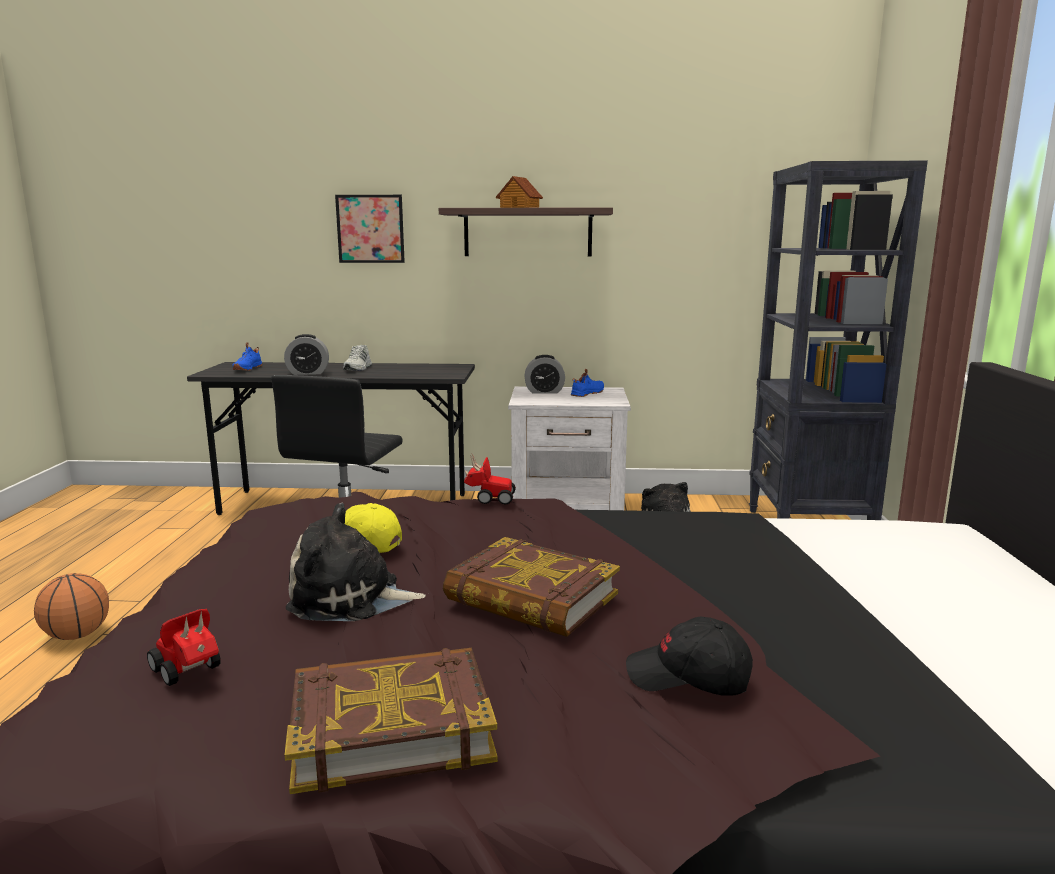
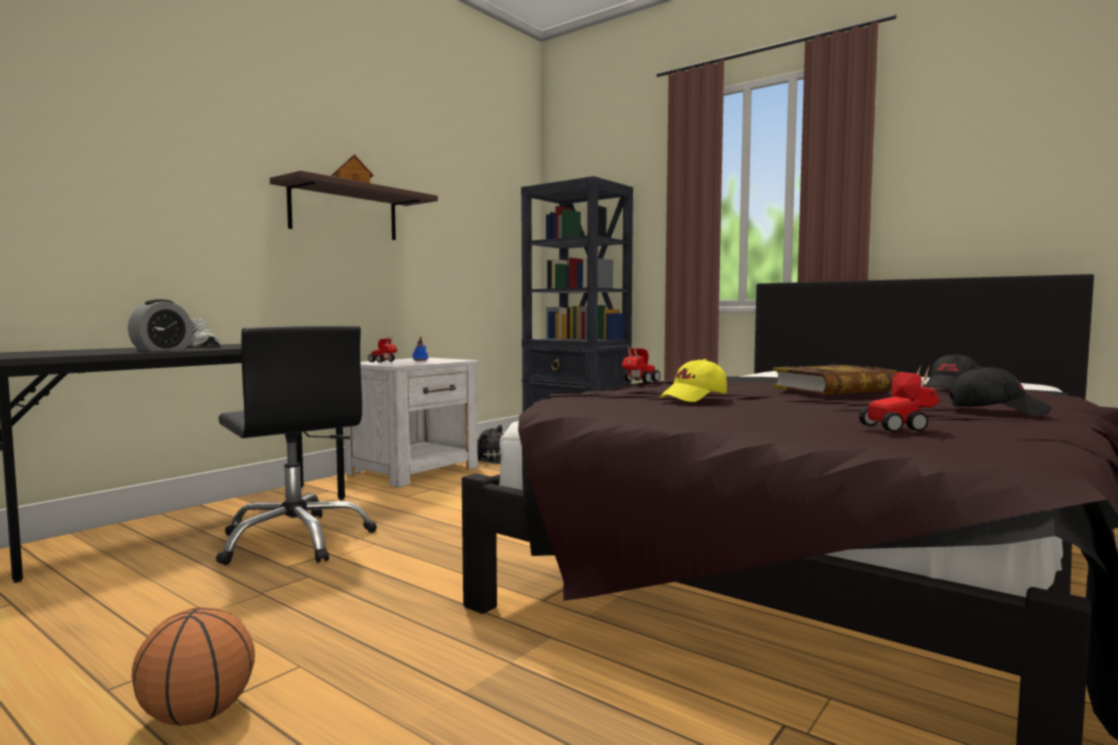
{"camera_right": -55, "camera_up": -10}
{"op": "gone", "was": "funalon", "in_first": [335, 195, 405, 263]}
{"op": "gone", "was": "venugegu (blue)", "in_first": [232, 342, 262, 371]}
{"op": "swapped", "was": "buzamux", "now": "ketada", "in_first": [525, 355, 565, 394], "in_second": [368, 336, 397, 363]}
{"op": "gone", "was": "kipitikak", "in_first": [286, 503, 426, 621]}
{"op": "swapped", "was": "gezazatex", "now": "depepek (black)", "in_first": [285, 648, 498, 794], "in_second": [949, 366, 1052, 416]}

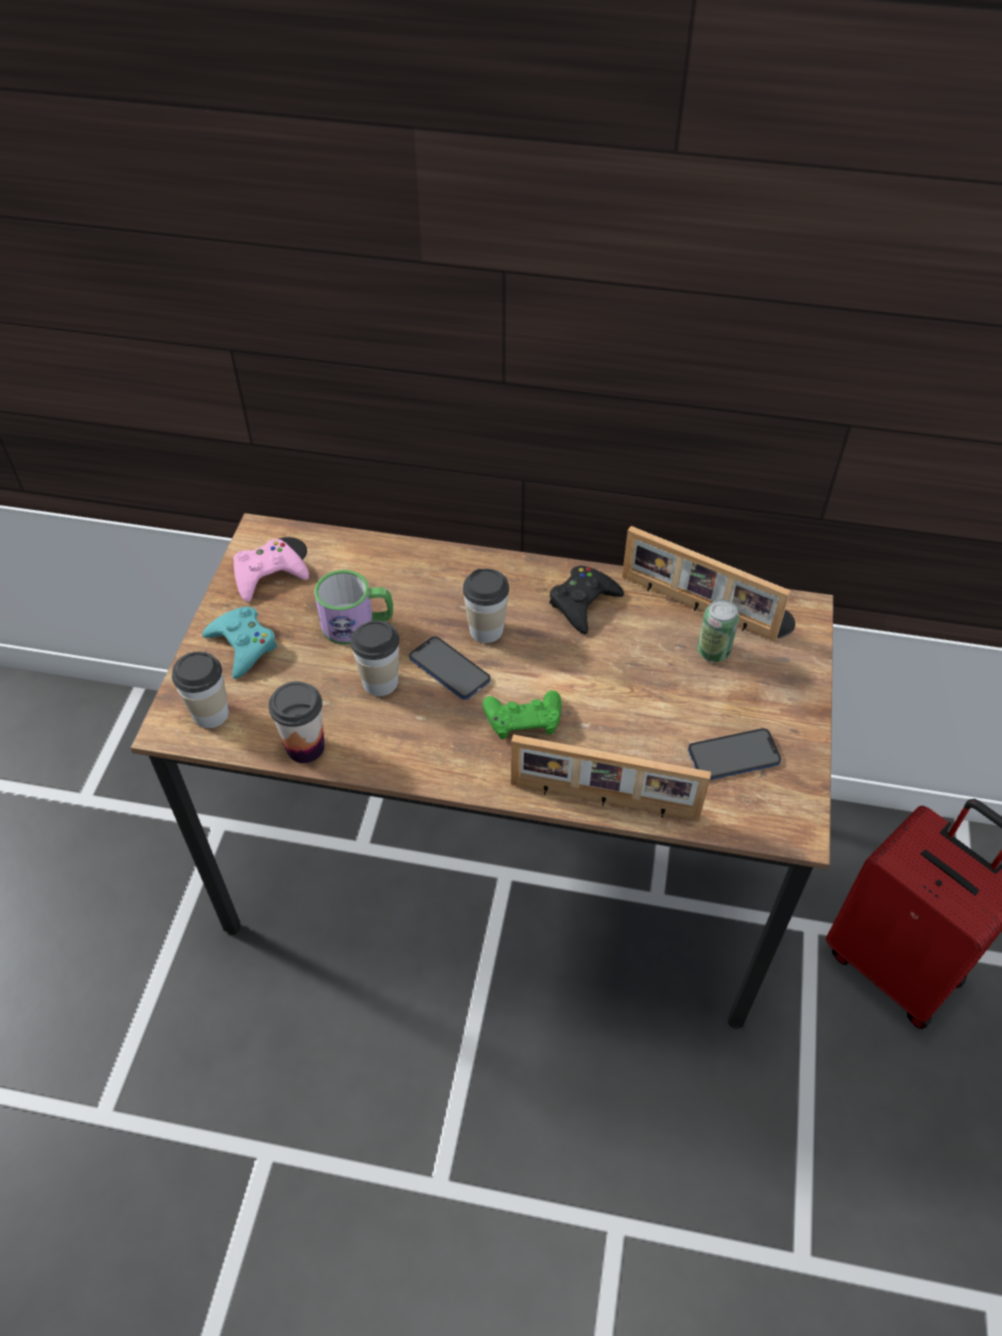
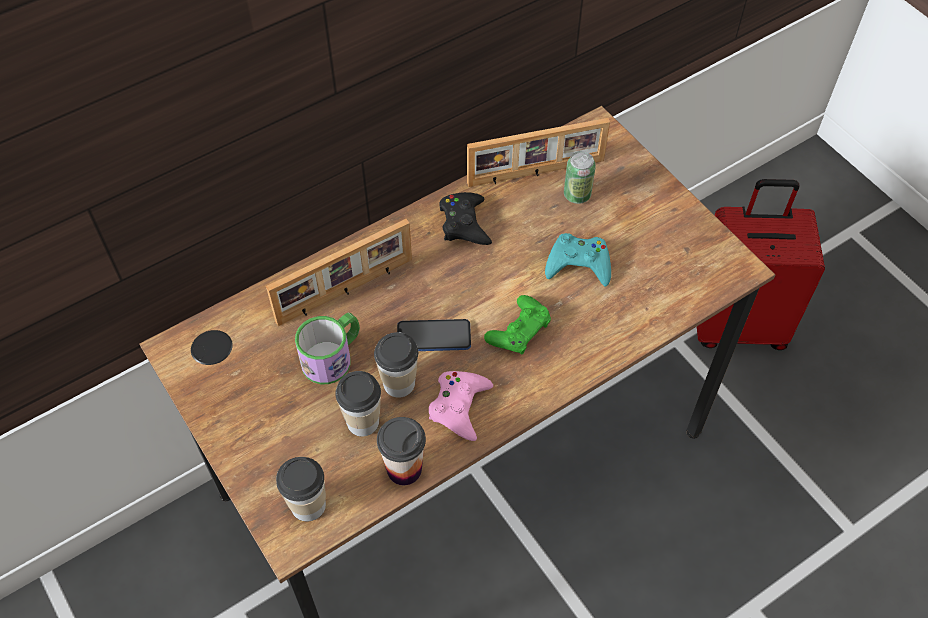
{"camera_right": -45, "camera_up": 5}
{"op": "shifted", "was": "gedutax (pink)", "in_first": [233, 539, 309, 602], "in_second": [429, 371, 493, 441]}
{"op": "shifted", "was": "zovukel", "in_first": [463, 569, 509, 643], "in_second": [335, 371, 381, 437]}
{"op": "shifted", "was": "gedutax (turquoise)", "in_first": [202, 607, 277, 679], "in_second": [545, 233, 611, 287]}
{"op": "gone", "was": "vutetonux", "in_first": [688, 728, 781, 780]}
{"op": "shifted", "was": "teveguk", "in_first": [511, 734, 711, 821], "in_second": [266, 219, 412, 326]}

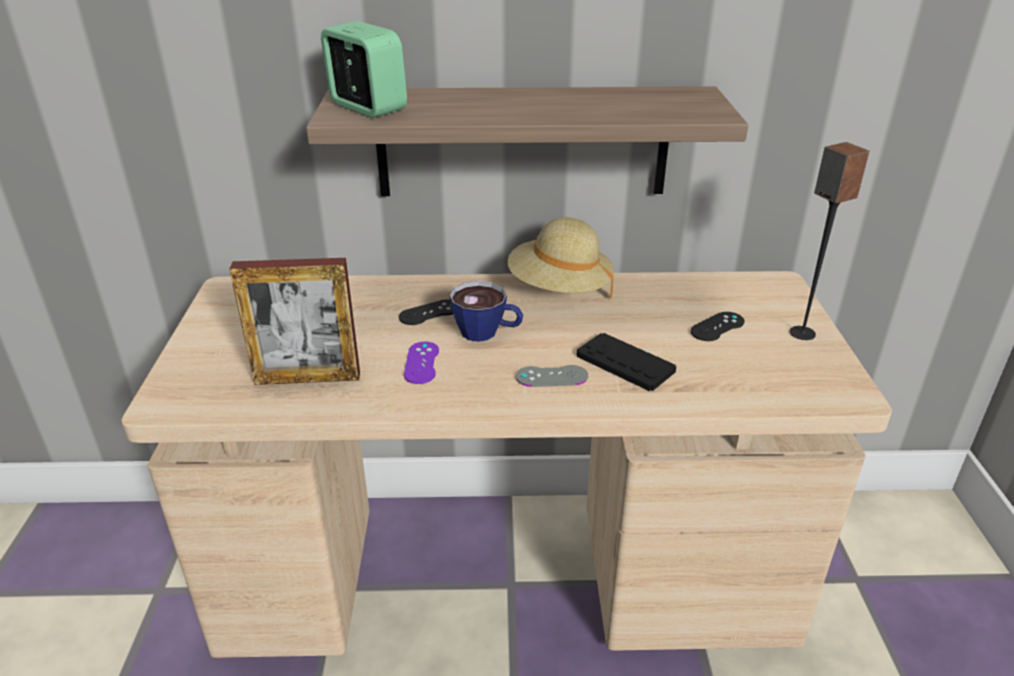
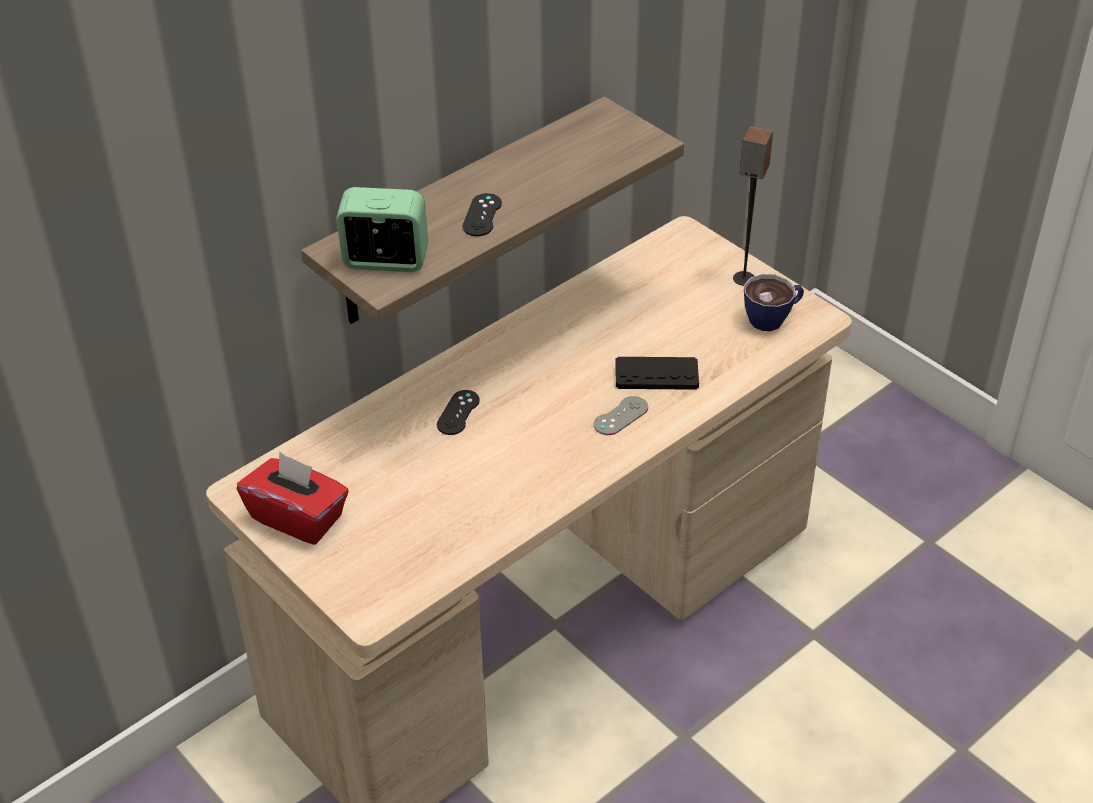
{"camera_right": -40, "camera_up": 10}
{"op": "gone", "was": "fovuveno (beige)", "in_first": [508, 217, 614, 298]}
{"op": "gone", "was": "teveguk", "in_first": [229, 258, 360, 385]}
{"op": "shifted", "was": "zovukel", "in_first": [450, 281, 523, 342], "in_second": [744, 274, 804, 331]}
{"op": "shifted", "was": "gedutax (black)", "in_first": [690, 312, 745, 341], "in_second": [462, 193, 502, 236]}
{"op": "gone", "was": "gedutax (purple)", "in_first": [404, 342, 439, 384]}
{"op": "new", "now": "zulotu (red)", "in_second": [237, 451, 349, 545]}

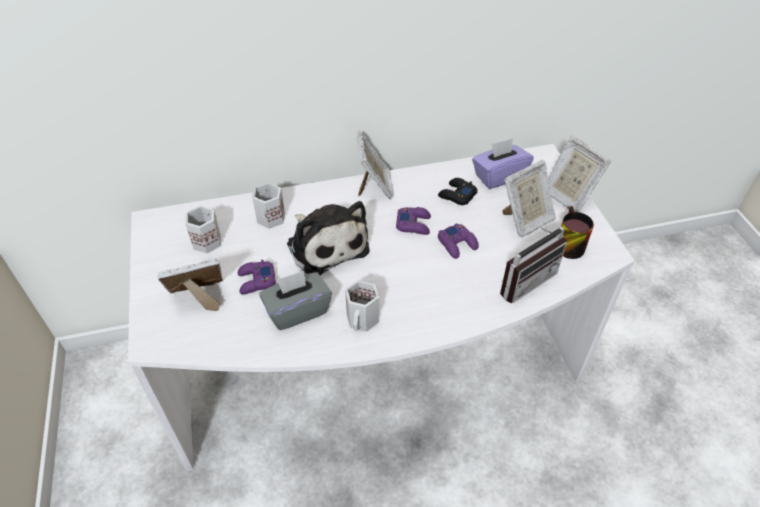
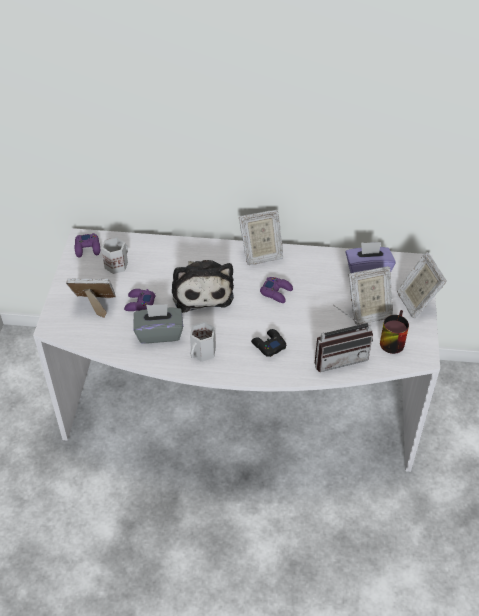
{"camera_right": 20, "camera_up": 0}
{"op": "rotated", "was": "teveguk", "in_first": [357, 131, 394, 199], "in_second": [239, 210, 283, 265], "clockwise": 60}
{"op": "shifted", "was": "gedutax (black)", "in_first": [438, 178, 478, 205], "in_second": [251, 329, 286, 357]}
{"op": "gone", "was": "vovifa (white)", "in_first": [252, 183, 285, 229]}
{"op": "shifted", "was": "gedutax (purple)", "in_first": [438, 223, 479, 259], "in_second": [74, 233, 100, 258]}

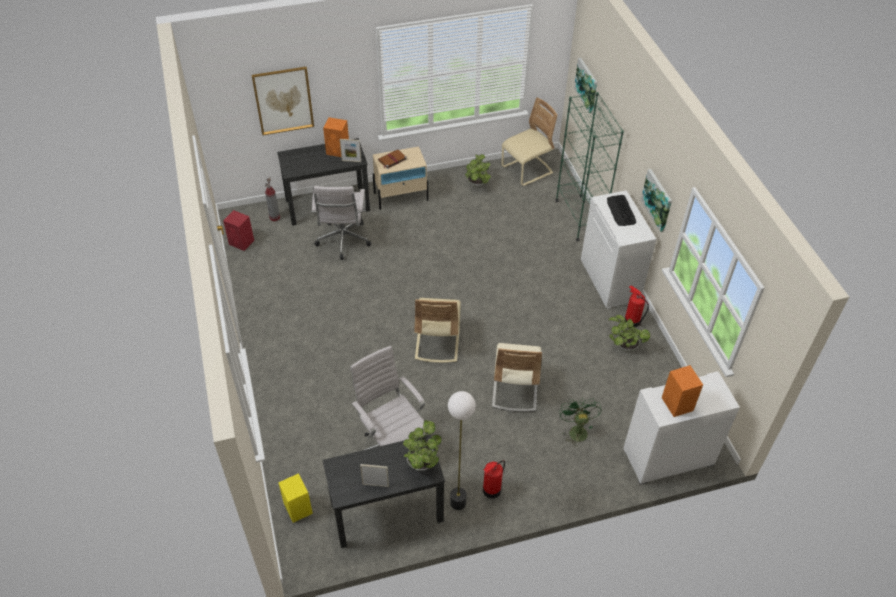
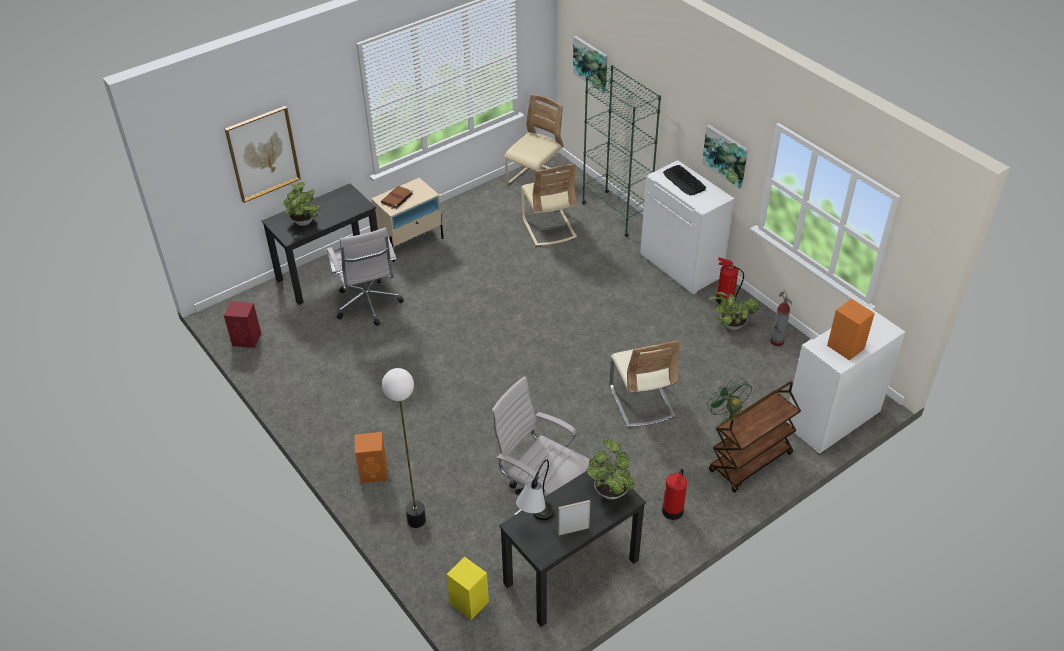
{"camera_right": -20, "camera_up": -5}
{"op": "shifted", "was": "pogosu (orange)", "in_first": [323, 117, 349, 157], "in_second": [355, 432, 387, 483]}
{"op": "gone", "was": "teveguk", "in_first": [340, 139, 361, 162]}
{"op": "shifted", "was": "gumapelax", "in_first": [465, 154, 491, 187], "in_second": [284, 182, 320, 226]}
{"op": "shifted", "was": "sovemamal", "in_first": [265, 177, 280, 221], "in_second": [770, 290, 792, 346]}
{"op": "shifted", "was": "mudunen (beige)", "in_first": [414, 298, 461, 363], "in_second": [521, 163, 577, 246]}
{"op": "shifted", "was": "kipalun", "in_first": [448, 391, 476, 510], "in_second": [382, 368, 426, 528]}
{"op": "new", "now": "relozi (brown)", "in_second": [709, 381, 801, 493]}
{"op": "new", "now": "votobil", "in_second": [516, 459, 554, 520]}

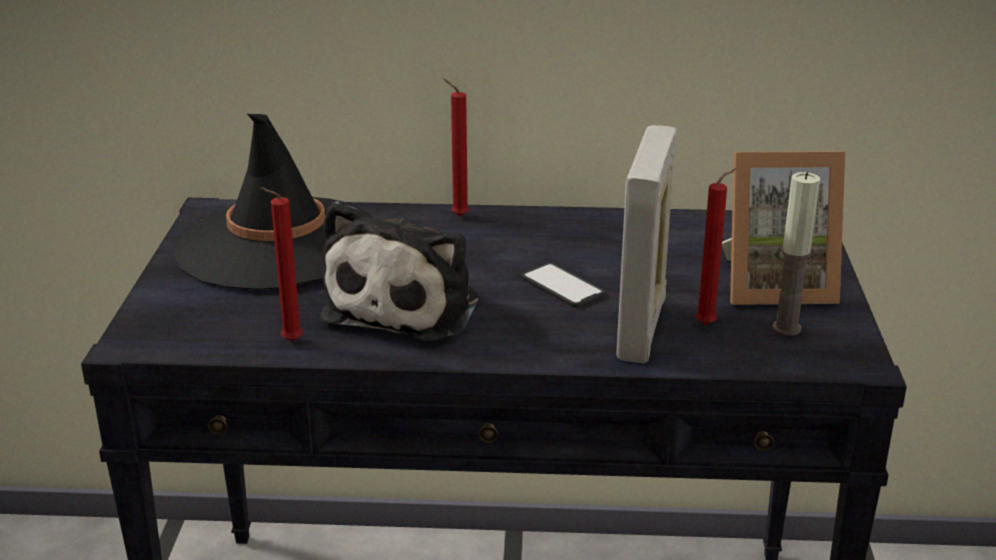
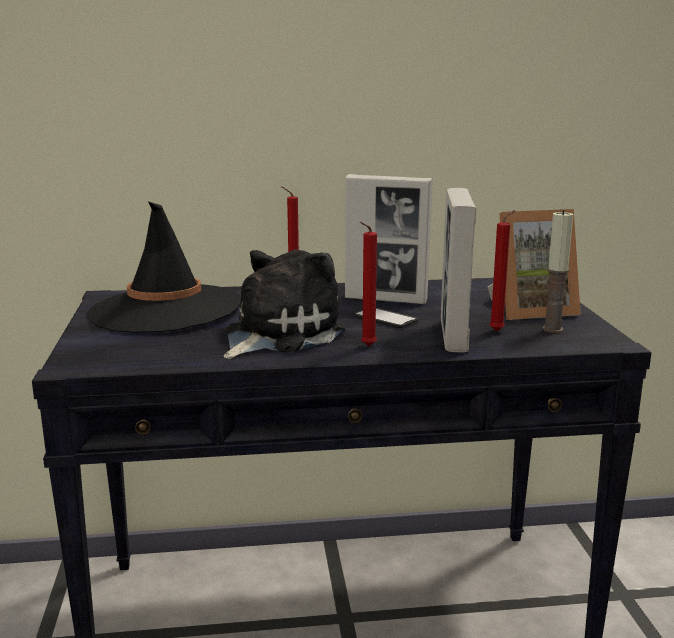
{"camera_right": -10, "camera_up": -10}
{"op": "shifted", "was": "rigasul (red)", "in_first": [260, 187, 303, 342], "in_second": [360, 222, 377, 346]}
{"op": "rotated", "was": "kipitikak", "in_first": [320, 201, 478, 342], "in_second": [224, 249, 345, 359], "clockwise": -150}
{"op": "new", "now": "teveguk", "in_second": [345, 174, 433, 304]}

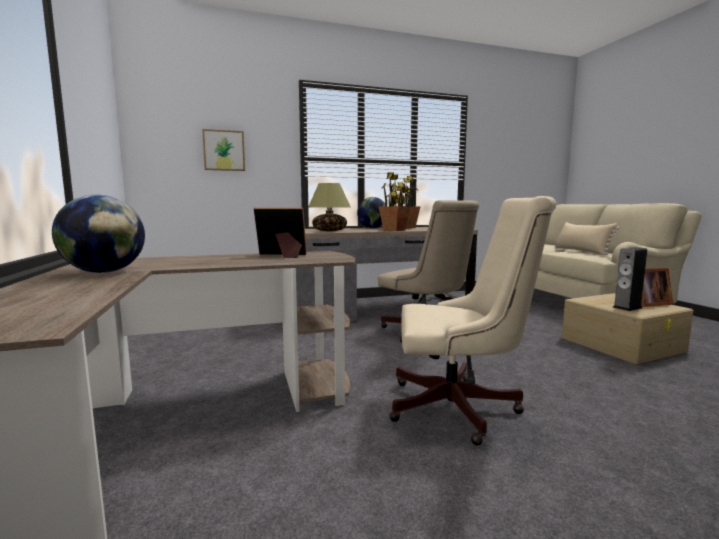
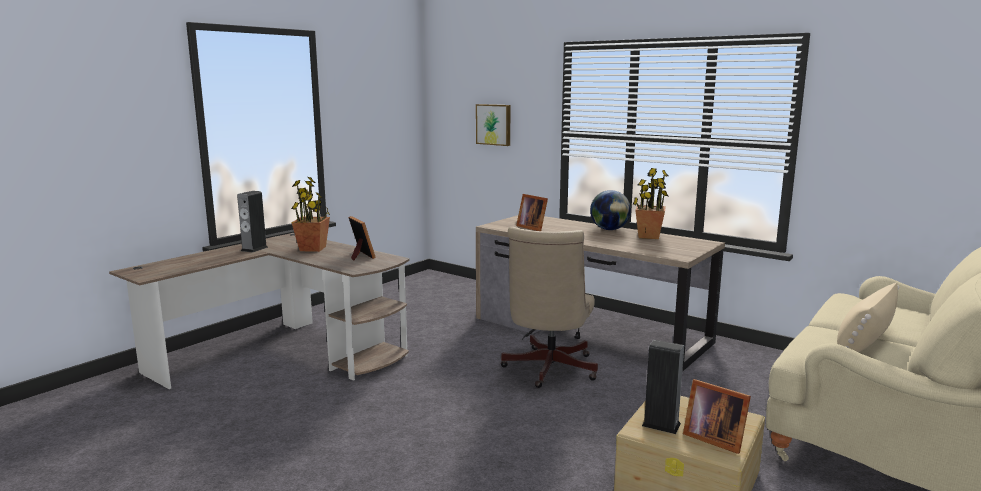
{"camera_right": 55, "camera_up": 5}
{"op": "shifted", "was": "gumapelax", "in_first": [378, 173, 411, 231], "in_second": [291, 177, 330, 252]}
{"op": "swapped", "was": "votobil", "now": "teveguk", "in_first": [308, 183, 351, 231], "in_second": [516, 194, 548, 231]}
{"op": "swapped", "was": "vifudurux", "now": "pogosu", "in_first": [52, 195, 145, 273], "in_second": [237, 191, 268, 252]}
{"op": "gone", "was": "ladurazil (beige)", "in_first": [389, 196, 557, 446]}

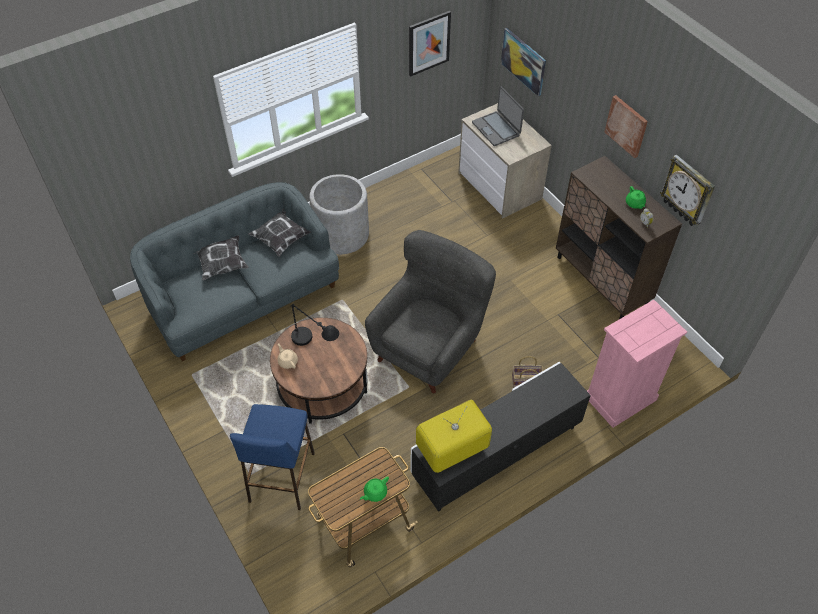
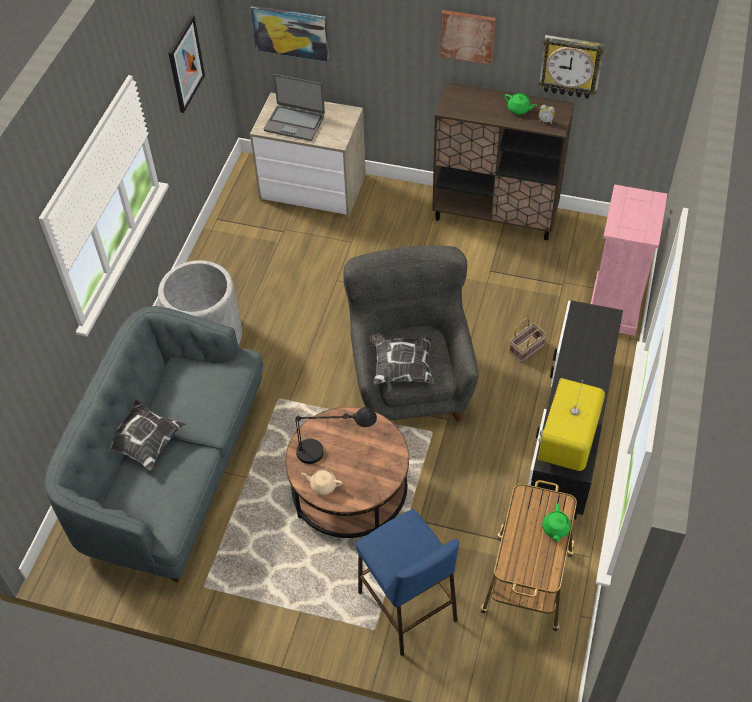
{"camera_right": -40, "camera_up": 0}
{"op": "shifted", "was": "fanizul", "in_first": [248, 209, 311, 257], "in_second": [370, 334, 434, 385]}

